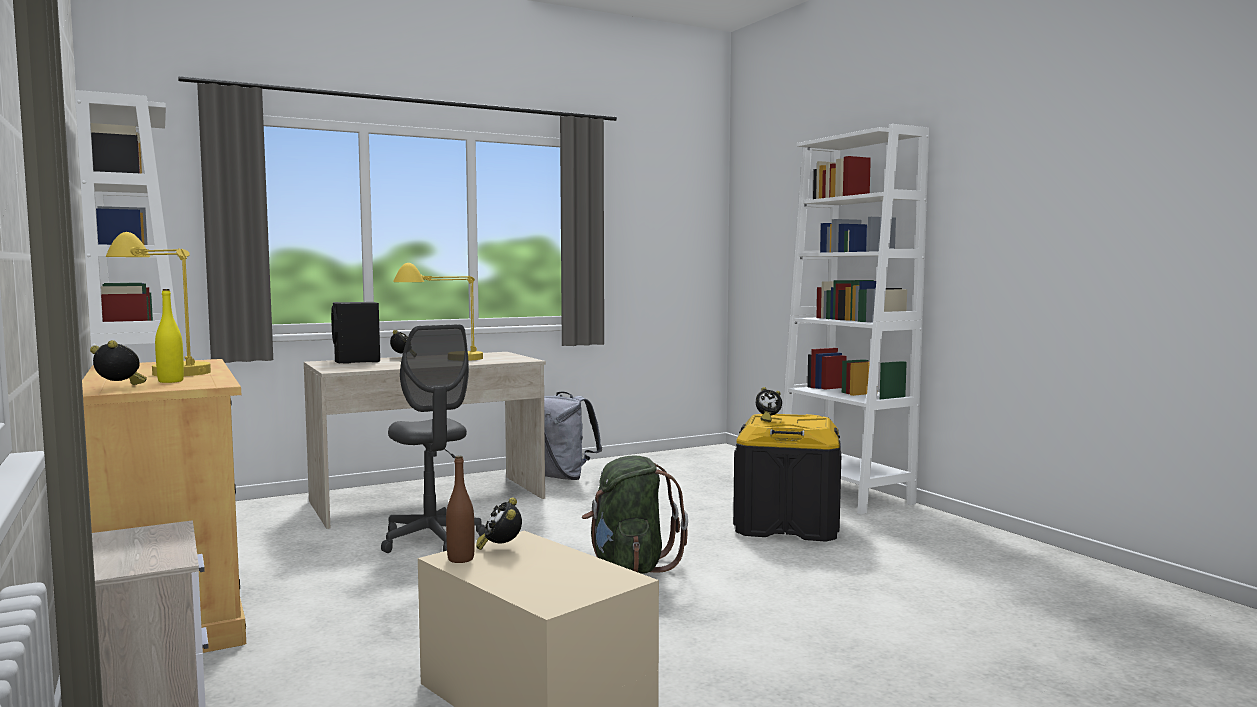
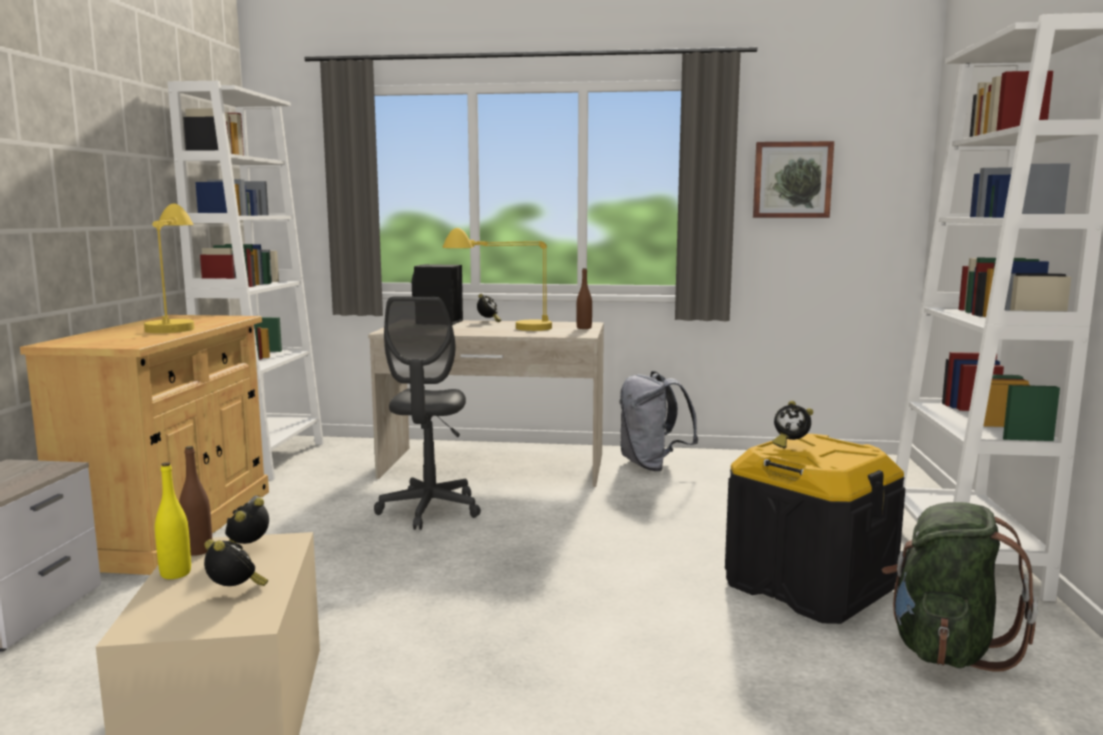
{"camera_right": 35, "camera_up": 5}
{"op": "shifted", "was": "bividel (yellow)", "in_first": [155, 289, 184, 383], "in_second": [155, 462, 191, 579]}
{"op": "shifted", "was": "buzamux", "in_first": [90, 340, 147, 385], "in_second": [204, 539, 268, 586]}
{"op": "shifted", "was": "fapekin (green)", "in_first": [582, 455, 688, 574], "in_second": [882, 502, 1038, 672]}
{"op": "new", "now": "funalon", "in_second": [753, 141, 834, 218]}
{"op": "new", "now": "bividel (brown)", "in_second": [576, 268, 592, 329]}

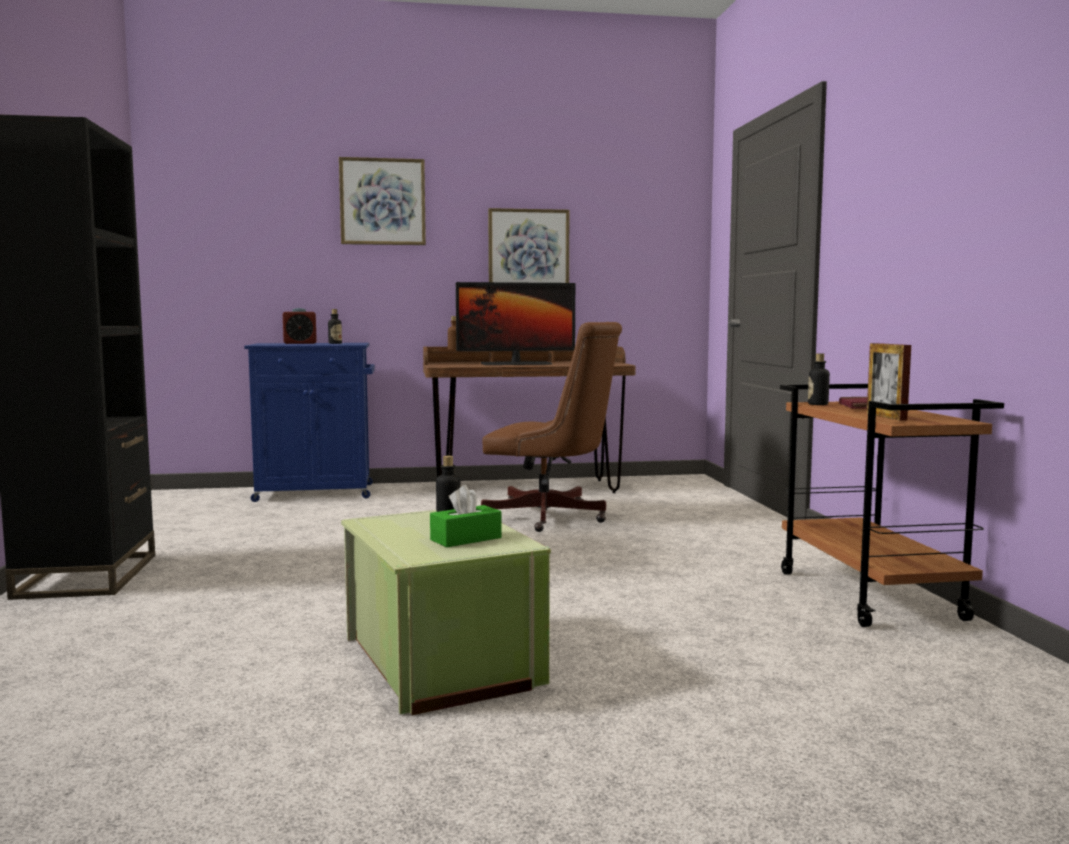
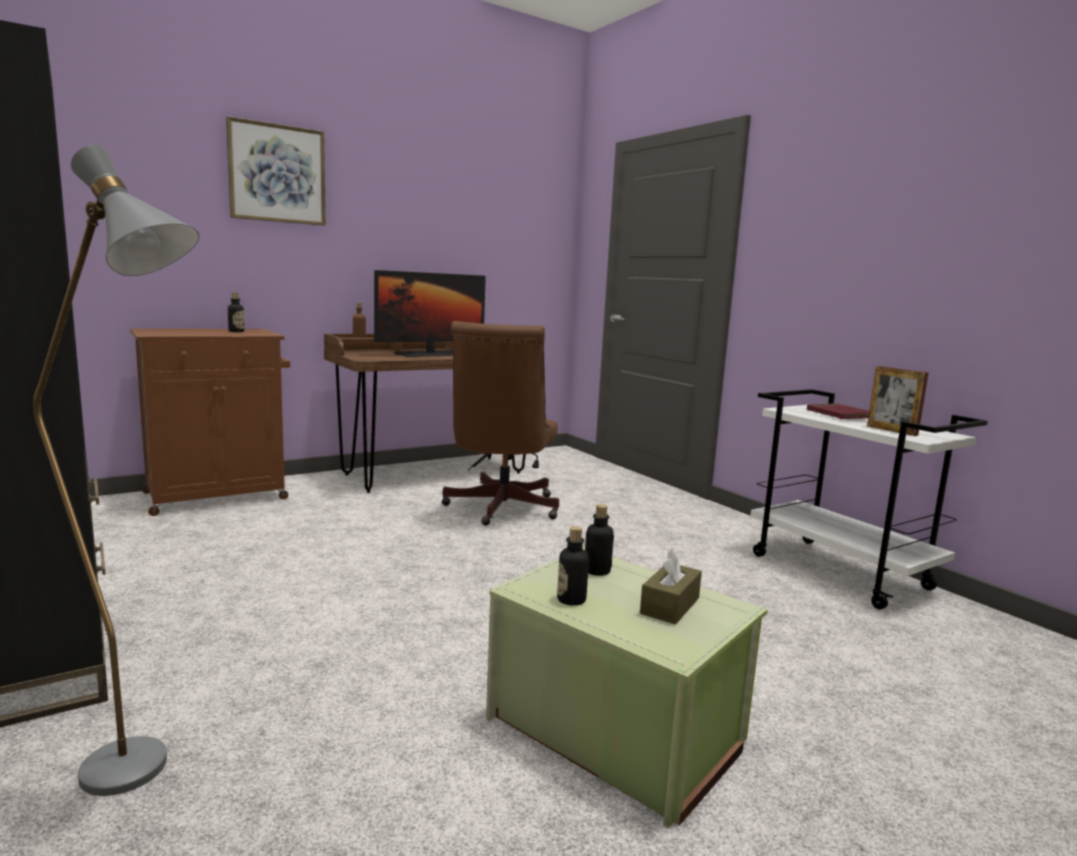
{"camera_right": -25, "camera_up": 5}
{"op": "gone", "was": "funalon", "in_first": [488, 208, 569, 283]}
{"op": "gone", "was": "buzamux", "in_first": [283, 308, 317, 344]}
{"op": "rotated", "was": "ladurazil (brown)", "in_first": [481, 322, 622, 532], "in_second": [442, 321, 559, 526], "clockwise": 105}
{"op": "repainted", "was": "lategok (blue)", "now": "lategok (brown)", "in_first": [244, 343, 375, 502], "in_second": [130, 329, 290, 516]}
{"op": "shifted", "was": "bividel", "in_first": [808, 353, 830, 405], "in_second": [557, 526, 589, 606]}
{"op": "repainted", "was": "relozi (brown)", "now": "relozi (white)", "in_first": [780, 384, 1004, 627], "in_second": [750, 389, 988, 609]}
{"op": "repainted", "was": "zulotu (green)", "now": "zulotu (brown)", "in_first": [430, 485, 501, 547], "in_second": [640, 549, 702, 624]}
{"op": "new", "now": "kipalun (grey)", "in_second": [33, 145, 199, 796]}

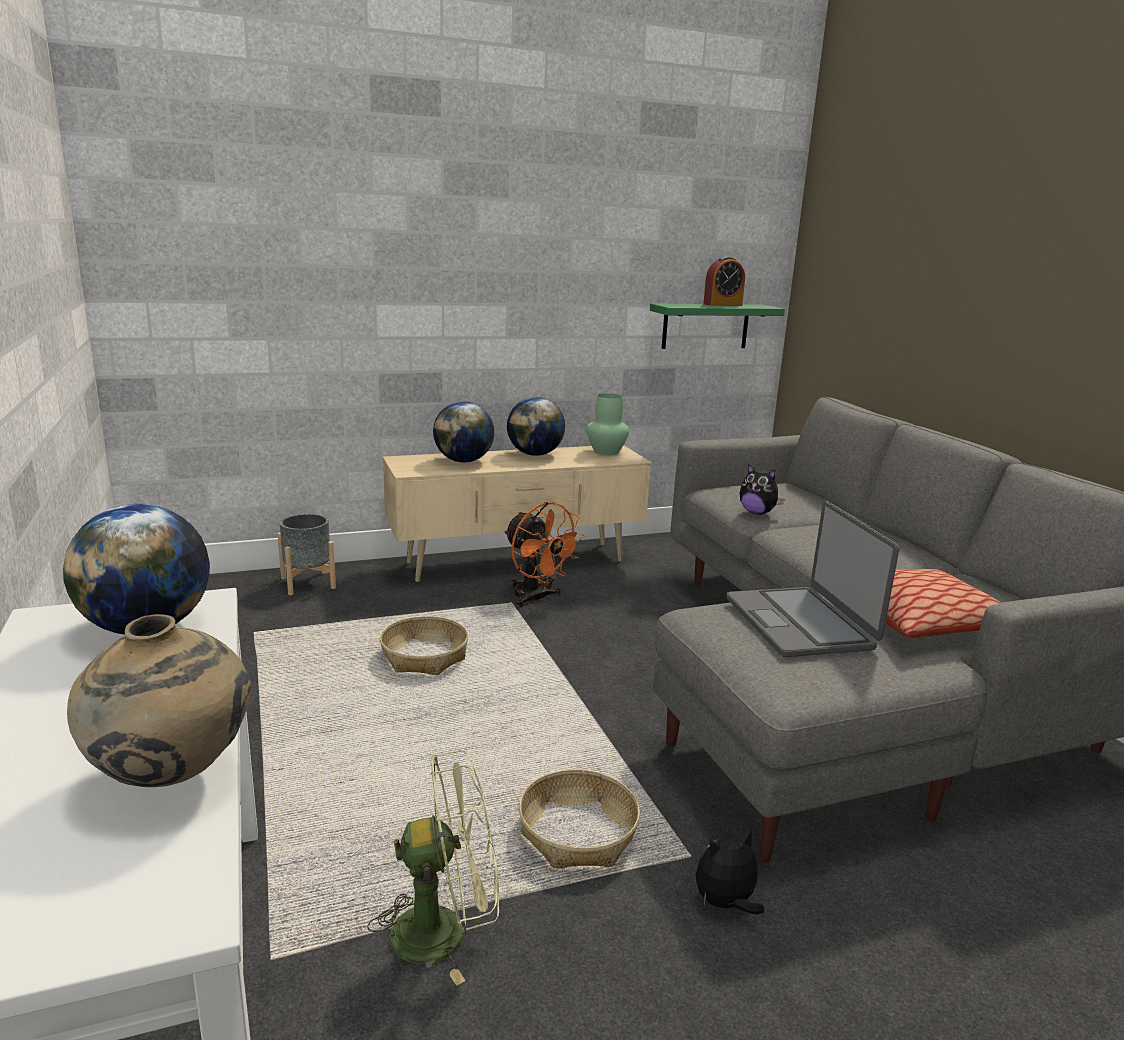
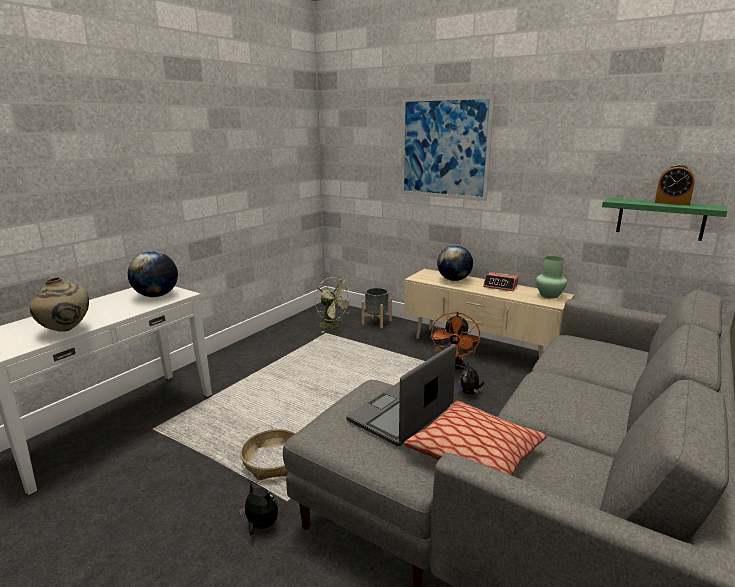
{"camera_right": 55, "camera_up": 0}
{"op": "swapped", "was": "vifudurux", "now": "buzamux", "in_first": [507, 397, 565, 456], "in_second": [483, 272, 518, 291]}
{"op": "shifted", "was": "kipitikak", "in_first": [740, 464, 785, 515], "in_second": [459, 362, 484, 395]}
{"op": "gone", "was": "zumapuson", "in_first": [380, 616, 468, 675]}
{"op": "shifted", "was": "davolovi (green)", "in_first": [368, 750, 499, 986], "in_second": [315, 277, 353, 333]}
{"op": "new", "now": "funalon", "in_second": [401, 95, 495, 201]}

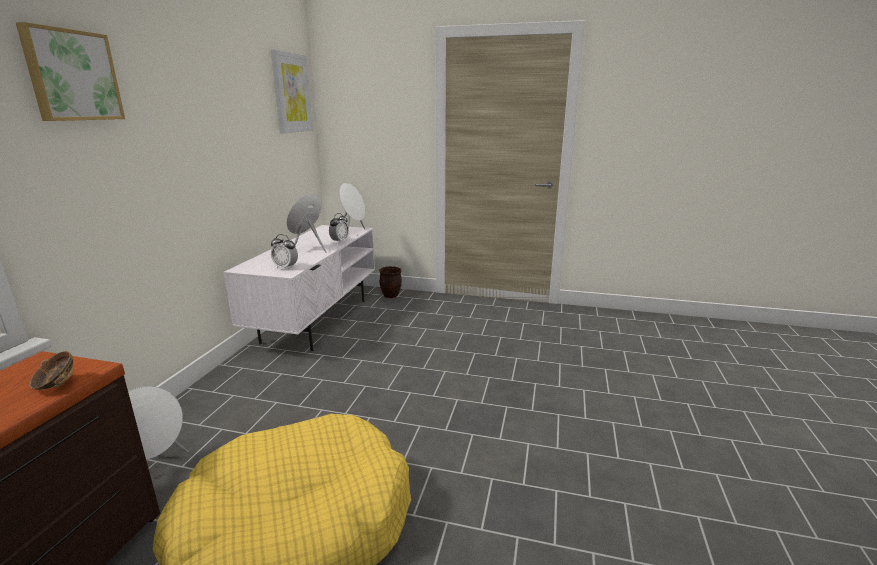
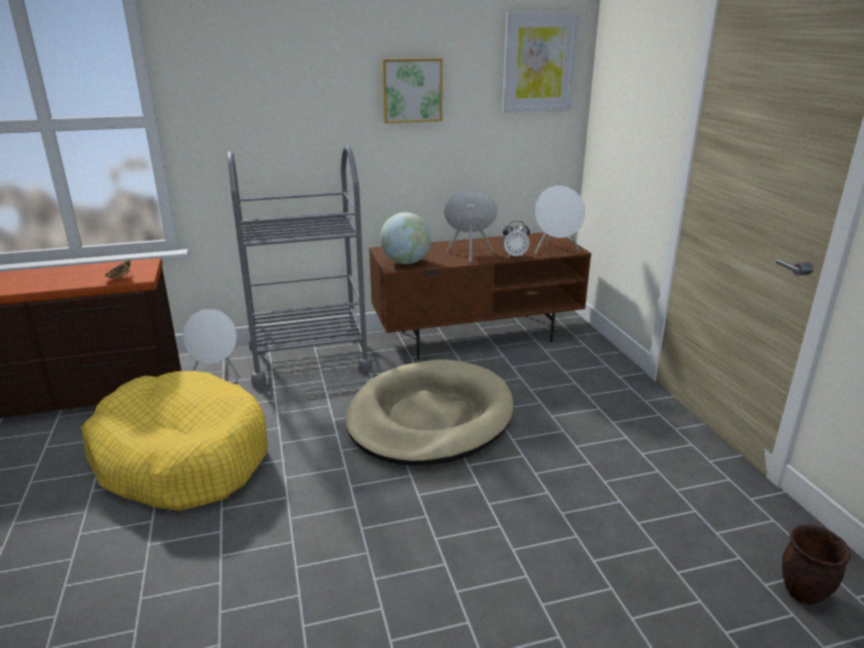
{"camera_right": 60, "camera_up": 5}
{"op": "shifted", "was": "funalon", "in_first": [16, 22, 125, 121], "in_second": [382, 58, 443, 124]}
{"op": "repainted", "was": "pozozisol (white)", "now": "pozozisol (brown)", "in_first": [224, 225, 375, 351], "in_second": [369, 232, 591, 360]}
{"op": "swapped", "was": "buzamux", "now": "vifudurux", "in_first": [271, 234, 298, 270], "in_second": [380, 212, 431, 264]}
{"op": "shifted", "was": "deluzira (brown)", "in_first": [379, 266, 402, 298], "in_second": [782, 525, 851, 605]}
{"op": "new", "now": "relozi (grey)", "in_second": [227, 145, 372, 387]}
{"op": "new", "now": "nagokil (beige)", "in_second": [346, 359, 514, 465]}

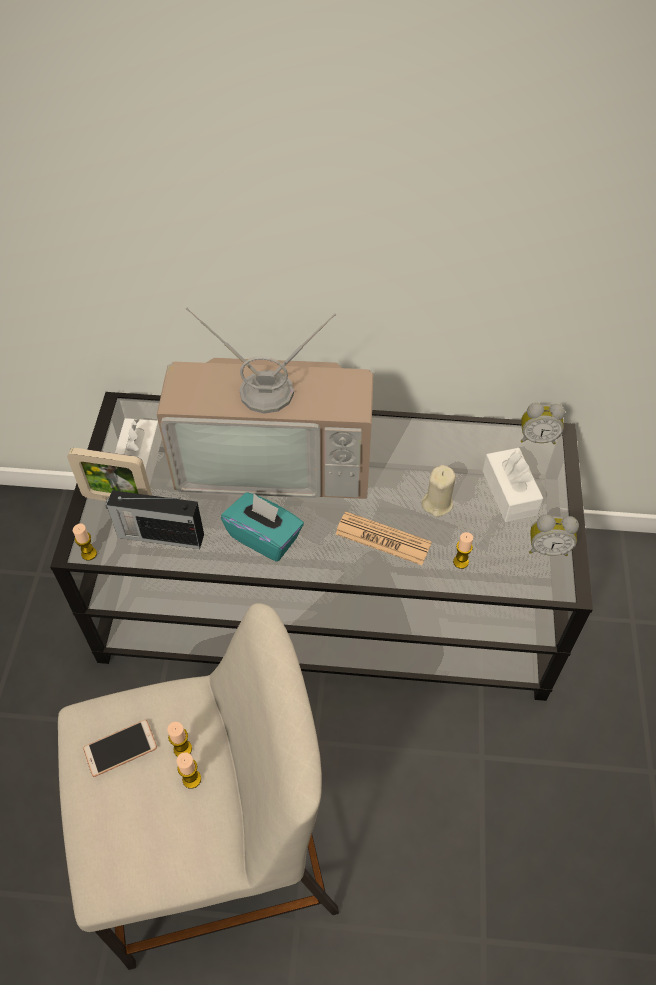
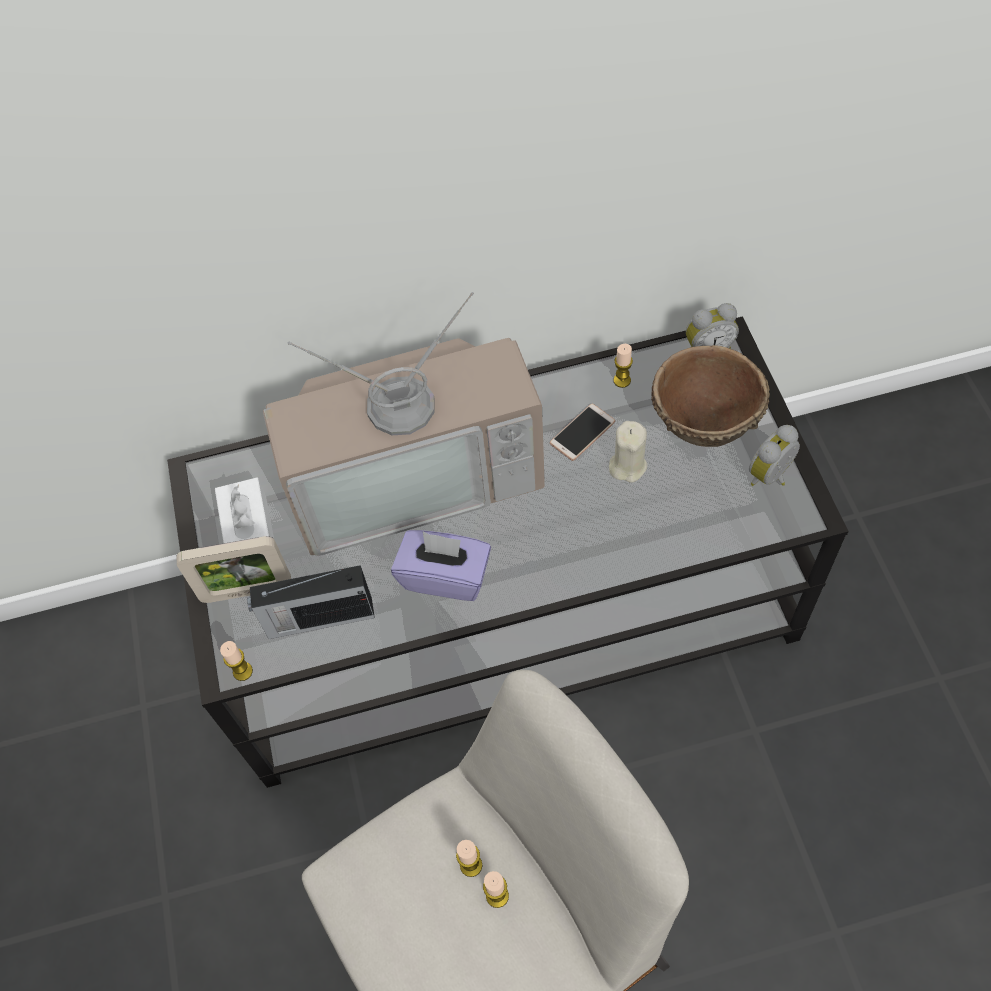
{"camera_right": -15, "camera_up": 5}
{"op": "swapped", "was": "zulotu (white)", "now": "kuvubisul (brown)", "in_first": [483, 448, 543, 522], "in_second": [651, 345, 770, 447]}
{"op": "repainted", "was": "zulotu (turquoise)", "now": "zulotu (purple)", "in_first": [221, 492, 304, 562], "in_second": [391, 530, 491, 601]}
{"op": "gone", "was": "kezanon", "in_first": [335, 512, 432, 565]}
{"op": "rotated", "was": "buzamux", "in_first": [529, 515, 579, 556], "in_second": [749, 425, 800, 486], "clockwise": 150}
{"op": "shifted", "was": "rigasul", "in_first": [453, 532, 473, 569], "in_second": [613, 344, 633, 388]}
{"op": "shifted", "was": "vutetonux", "in_first": [83, 720, 157, 777], "in_second": [550, 404, 615, 461]}

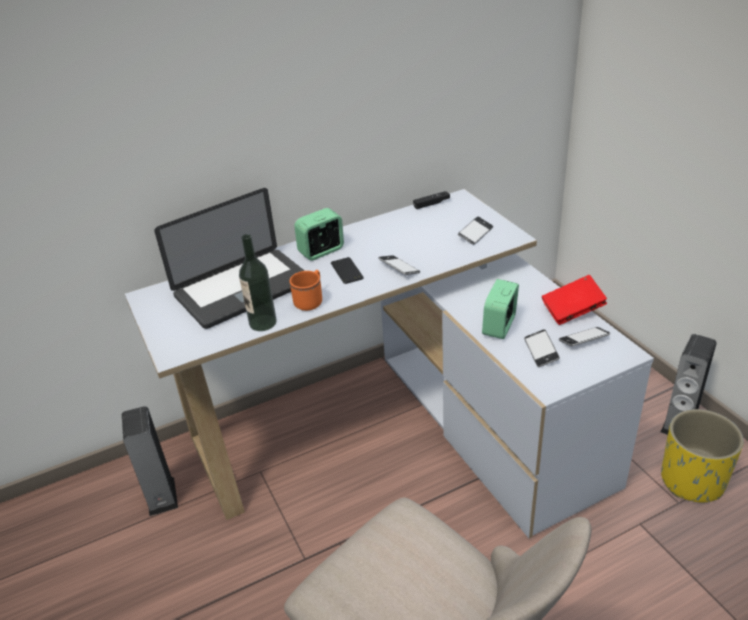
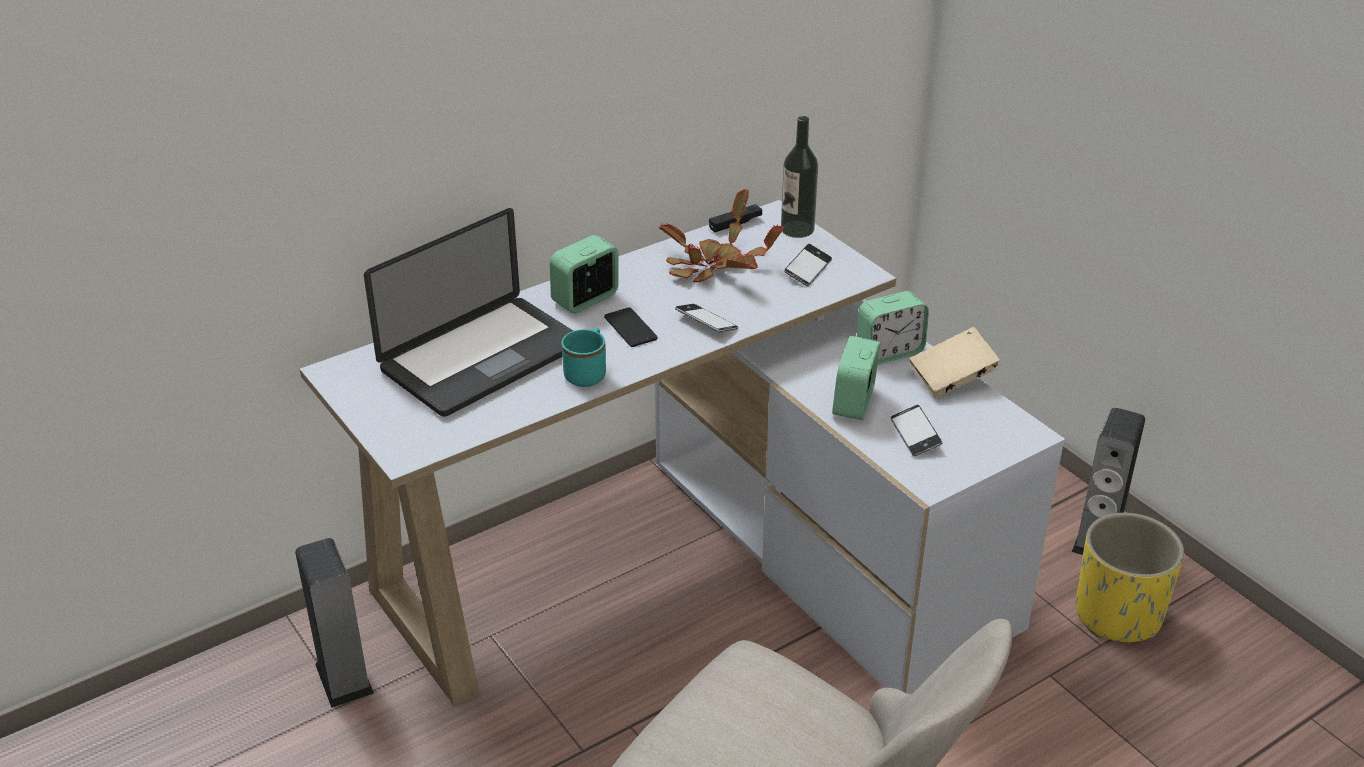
{"camera_right": -10, "camera_up": 0}
{"op": "shifted", "was": "bividel", "in_first": [239, 234, 277, 331], "in_second": [781, 116, 818, 238]}
{"op": "repainted", "was": "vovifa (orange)", "now": "vovifa (turquoise)", "in_first": [290, 270, 322, 311], "in_second": [561, 327, 606, 387]}
{"op": "repainted", "was": "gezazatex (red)", "now": "gezazatex (beige)", "in_first": [542, 275, 607, 325], "in_second": [909, 327, 1000, 398]}
{"op": "gone", "was": "vutetonux", "in_first": [559, 327, 610, 346]}
{"op": "new", "now": "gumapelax", "in_second": [658, 189, 784, 282]}
{"op": "new", "now": "buzamux", "in_second": [857, 291, 929, 364]}

